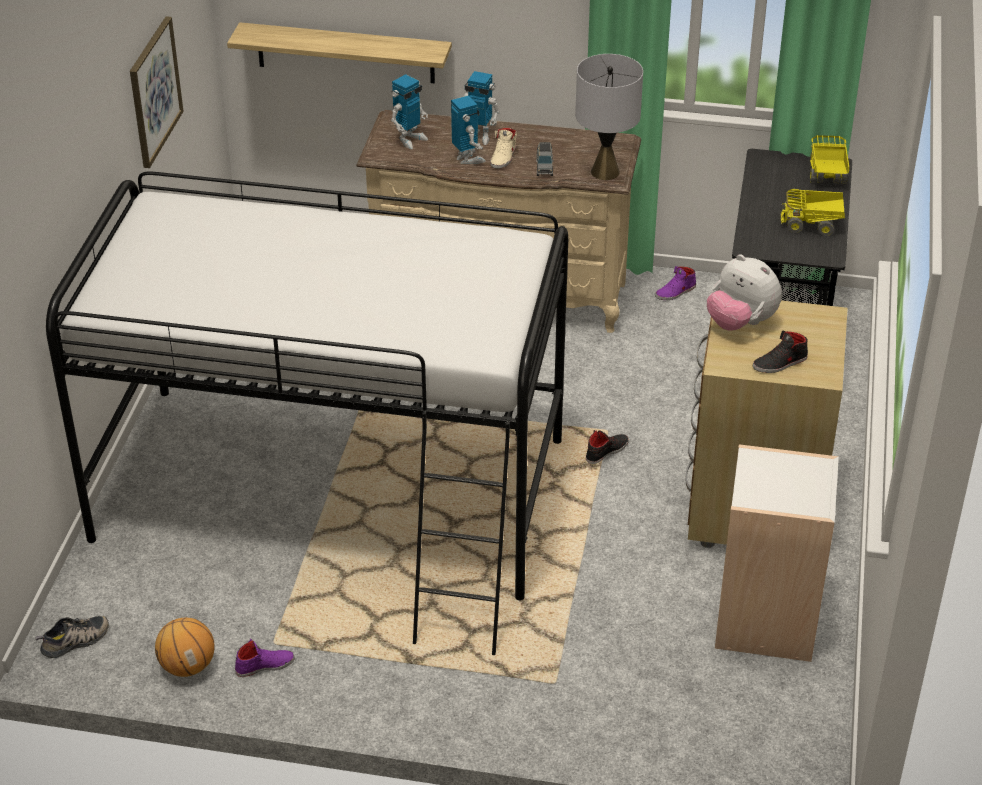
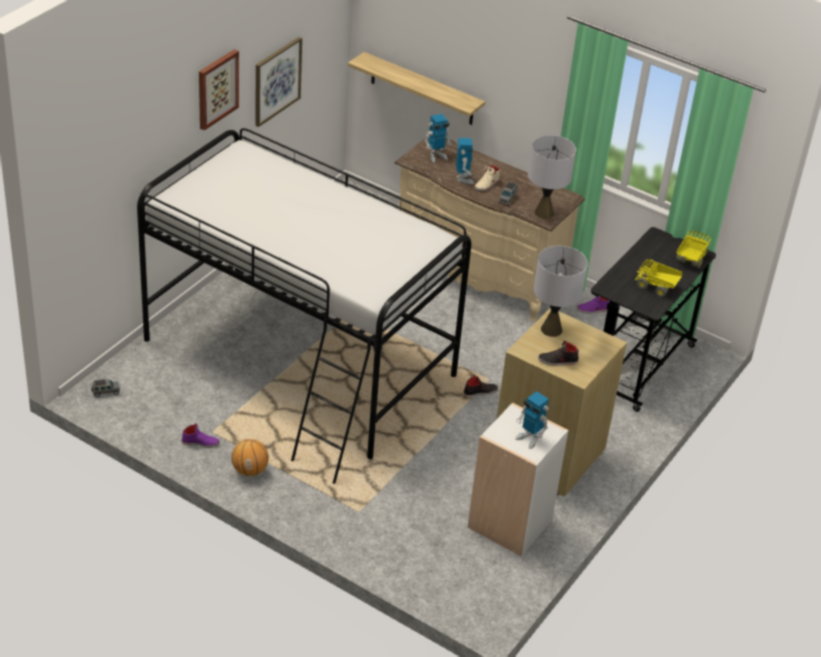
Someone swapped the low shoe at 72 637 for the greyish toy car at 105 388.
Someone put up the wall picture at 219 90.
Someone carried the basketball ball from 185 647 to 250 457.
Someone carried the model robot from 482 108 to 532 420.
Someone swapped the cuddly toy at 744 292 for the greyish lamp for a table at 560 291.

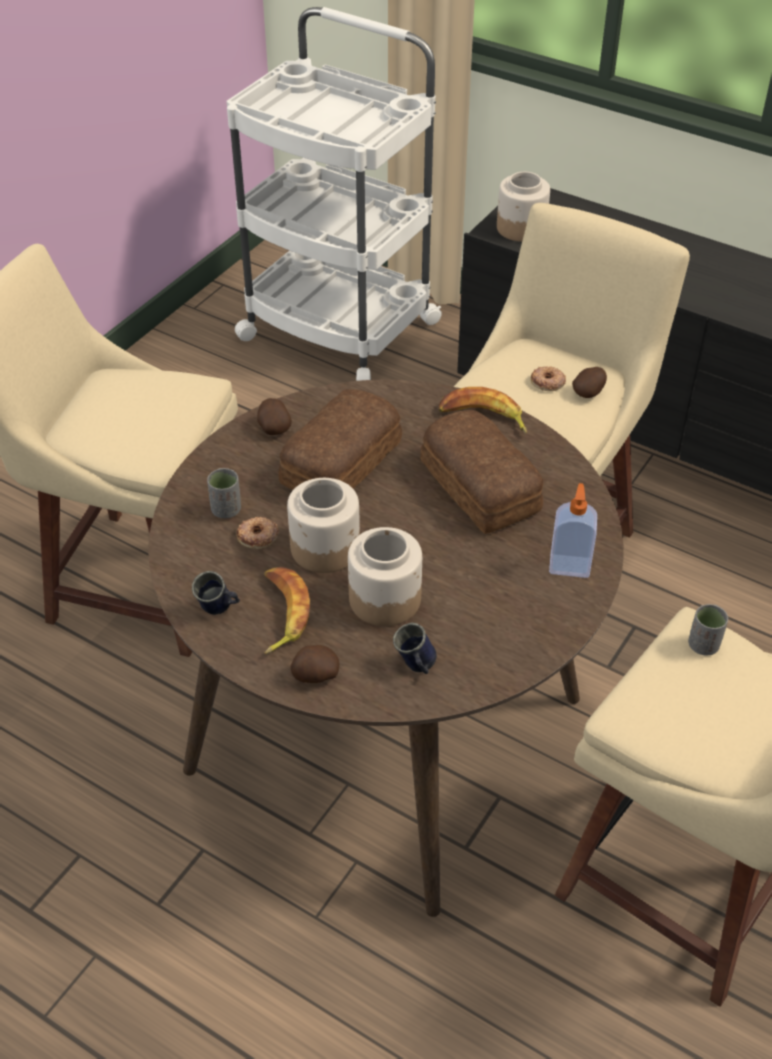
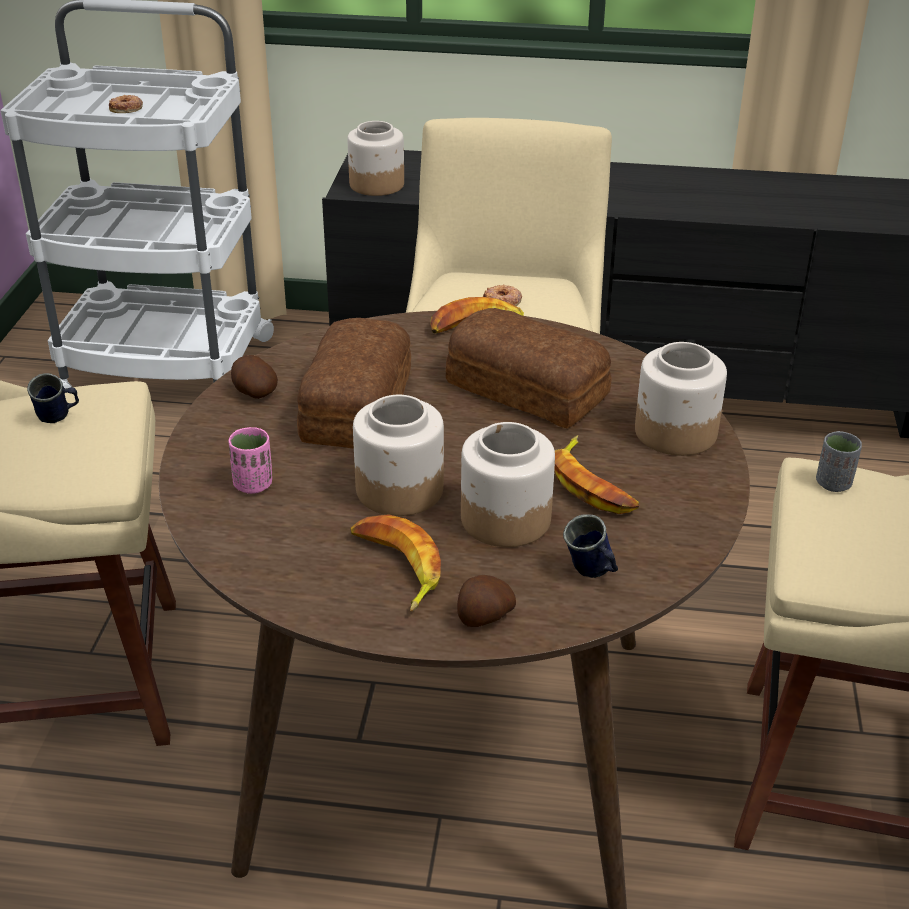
Someone carried the blue tea mug from 216 593 to 53 398.
Someone carried the donut from 258 533 to 126 104.
Someone repainted the greyish cup at 224 493, which became the pink cup at 250 460.
Someone put down the whole banana at 596 474.
Someone swapped the liquid soap bottle at 573 530 for the storage jar at 681 399.
Someone took away the potato at 589 382.

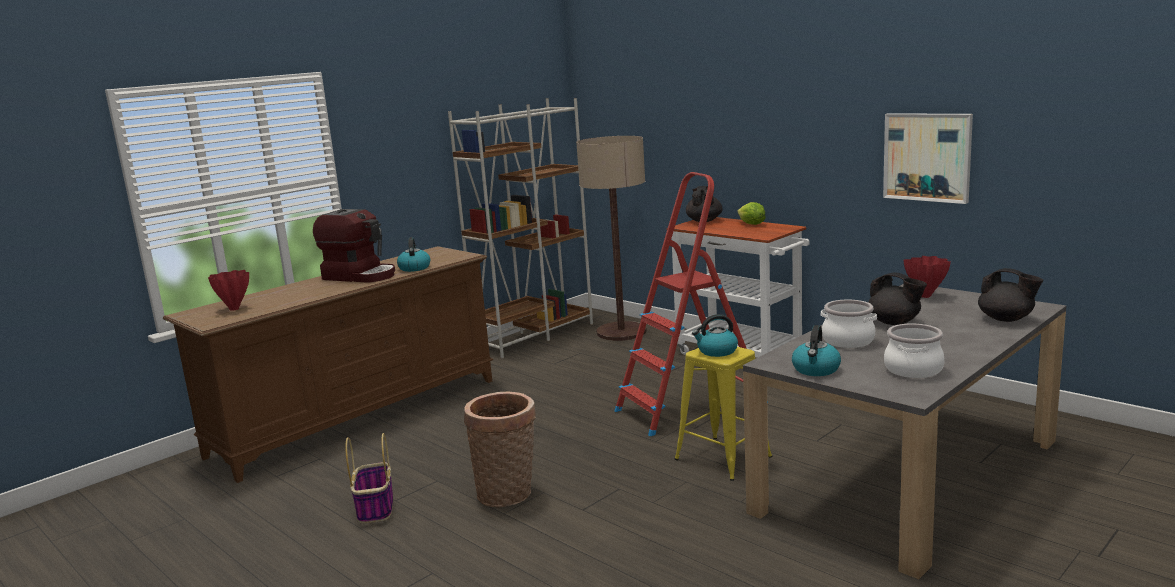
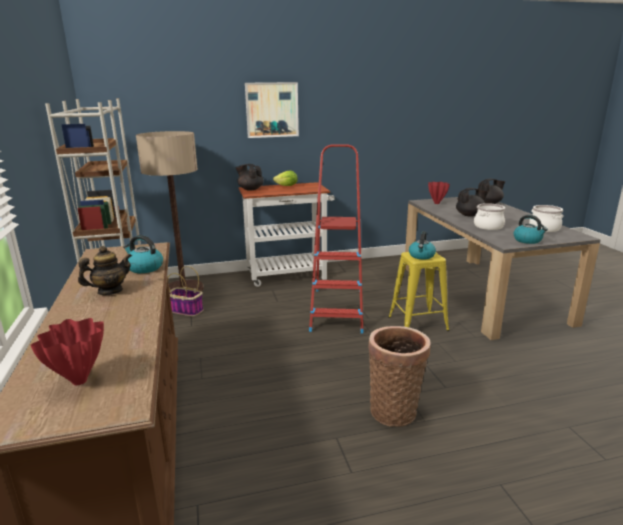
Someone swapped the coffee brewer at 354 246 for the pot for tea at 105 270.
Someone carried the basket from 369 478 to 185 291.
Someone carried the wall picture from 928 158 to 272 110.

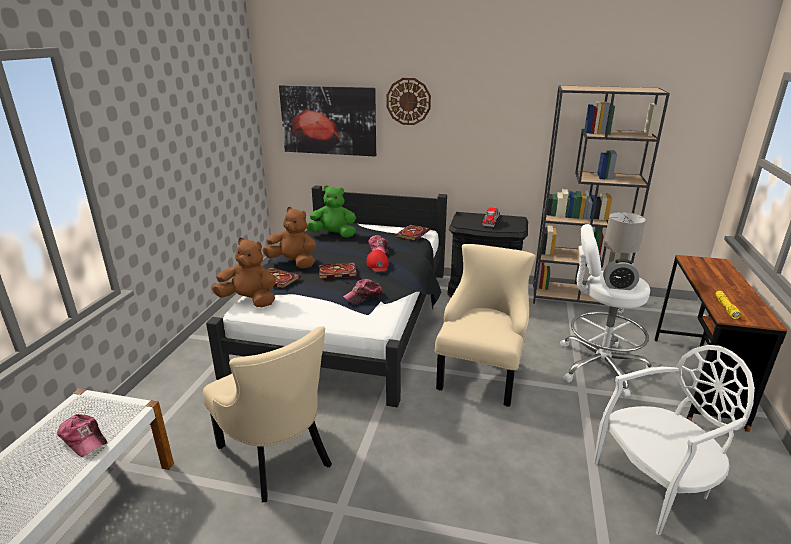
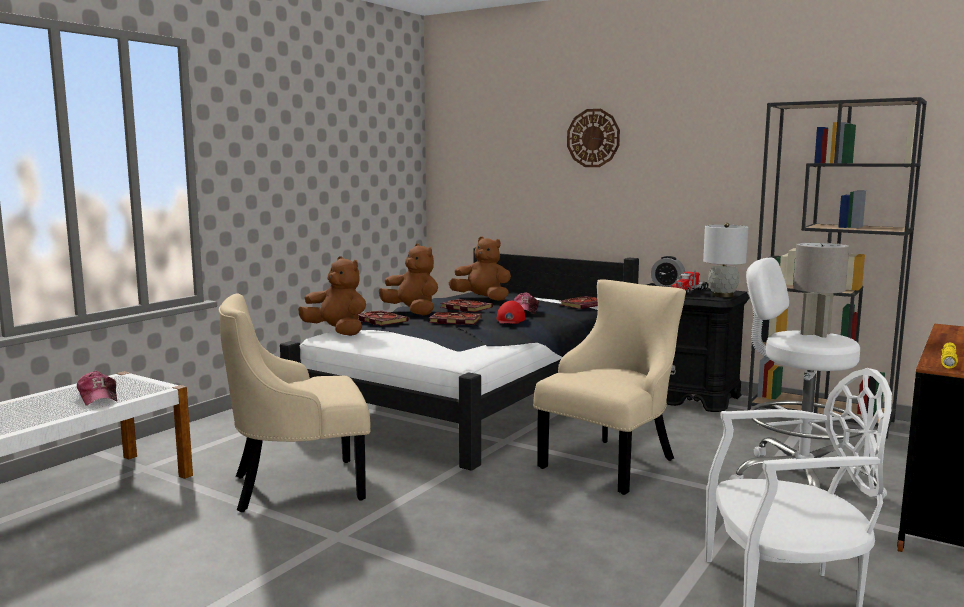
Someone rotated the beige-coloured chair at 267 414 by 90 degrees clockwise.
Someone put down the volume at 466 305.
Someone repainted the greenish cuddly toy at 331 211, which became the brownish cuddly toy at 480 268.
Someone carried the alarm clock from 621 274 to 668 271.
Someone put down the whitish lamp for a table at 726 260.
Someone took away the wall picture at 327 121.
Someone took away the peaked cap at 363 291.

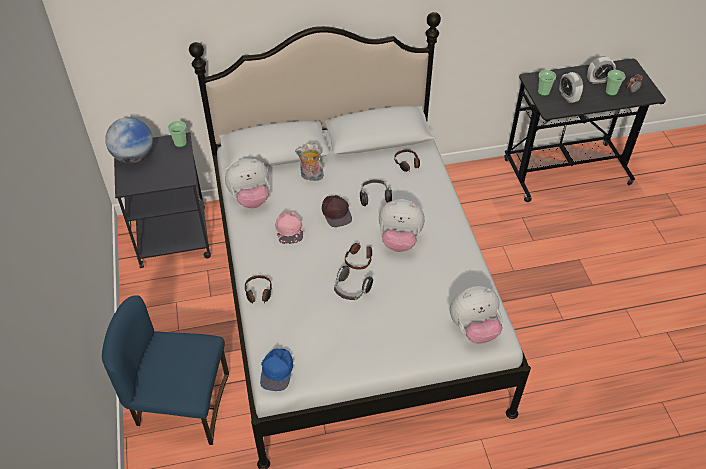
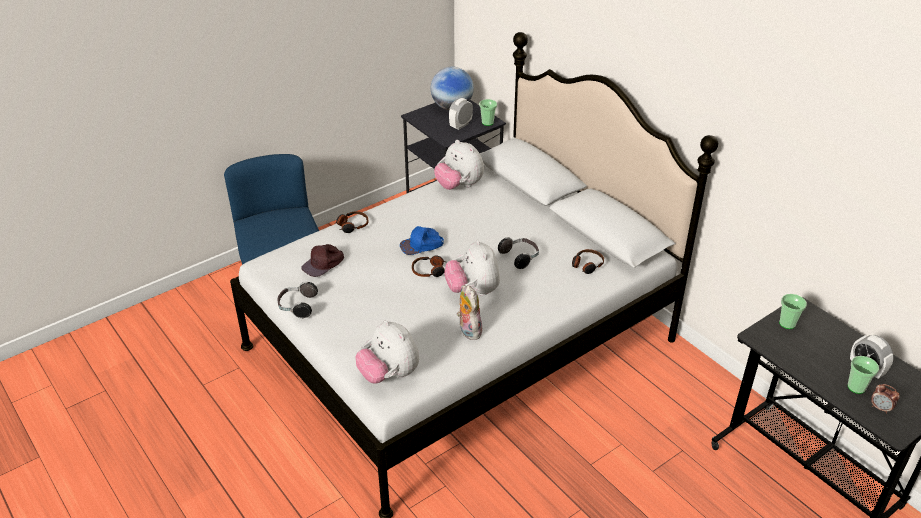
Someone carried the headset from 353 283 to 297 300.
Someone carried the brownish peaked cap from 337 211 to 322 260.
Someone carried the blue peaked cap from 276 369 to 422 240.
Someone carried the alarm clock from 571 87 to 461 114.
Someone carried the cuddly toy from 310 163 to 470 312.
Someone took away the pink peaked cap at 289 227.

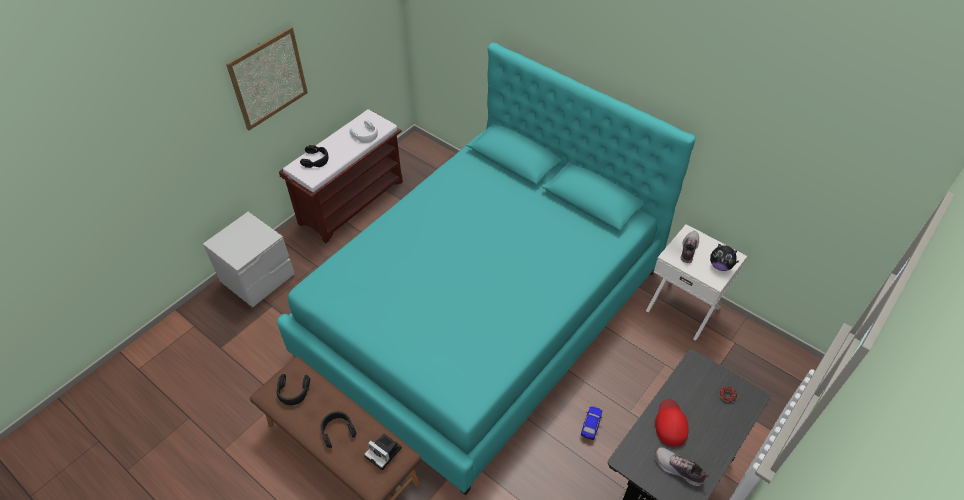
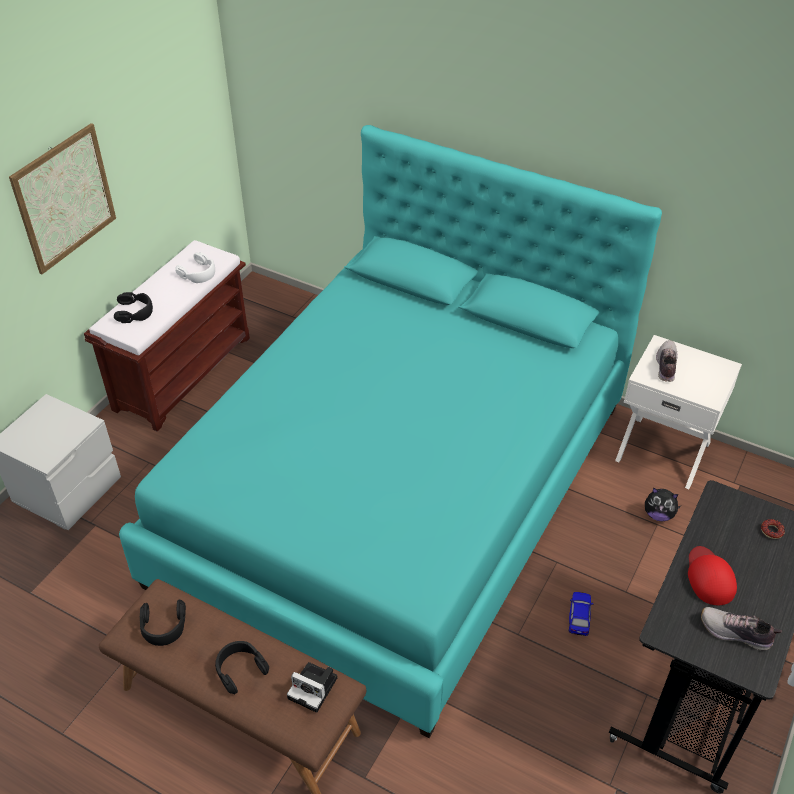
Someone carried the cuddly toy from 725 257 to 663 504.

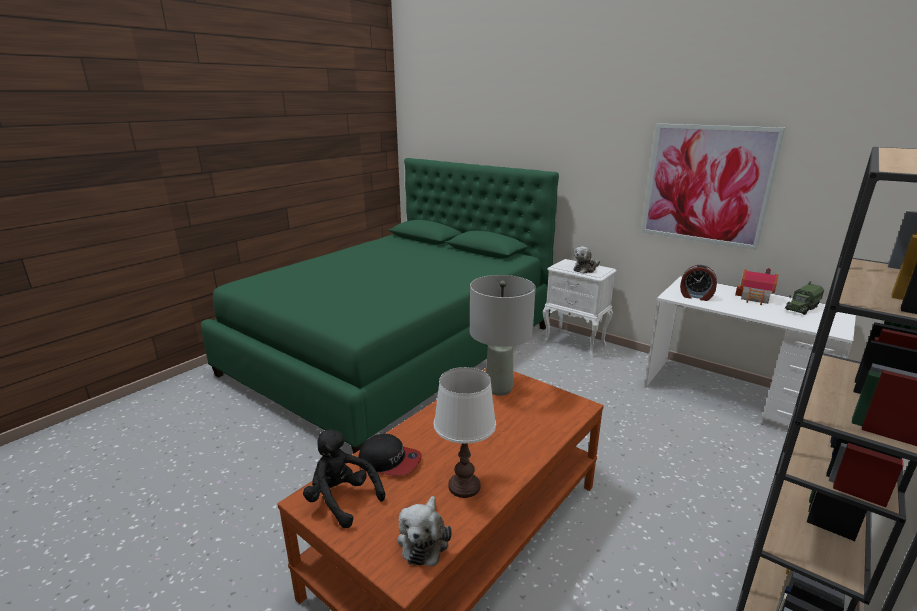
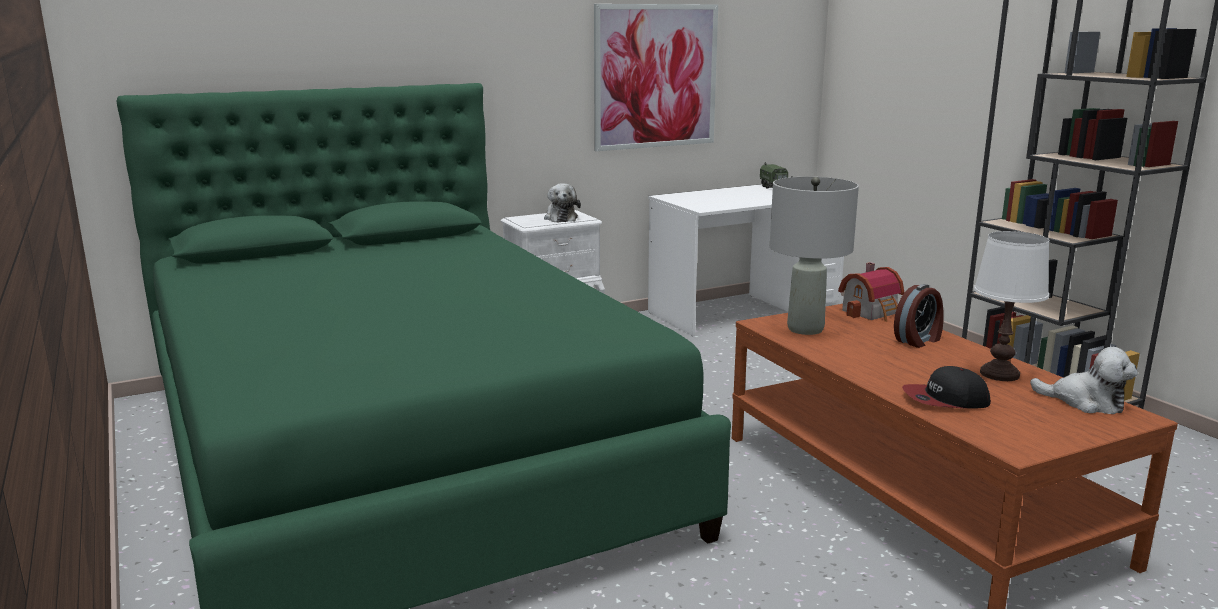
Someone carried the toy house from 757 286 to 871 292.
Someone carried the alarm clock from 698 283 to 919 316.
Someone rotated the peaked cap at 390 455 by 135 degrees counterclockwise.
Someone took away the black cuddly toy at 344 478.

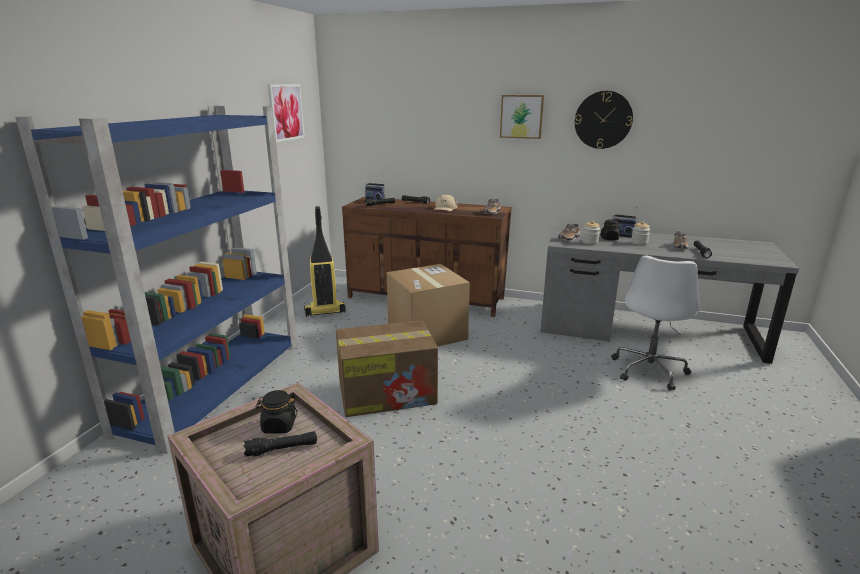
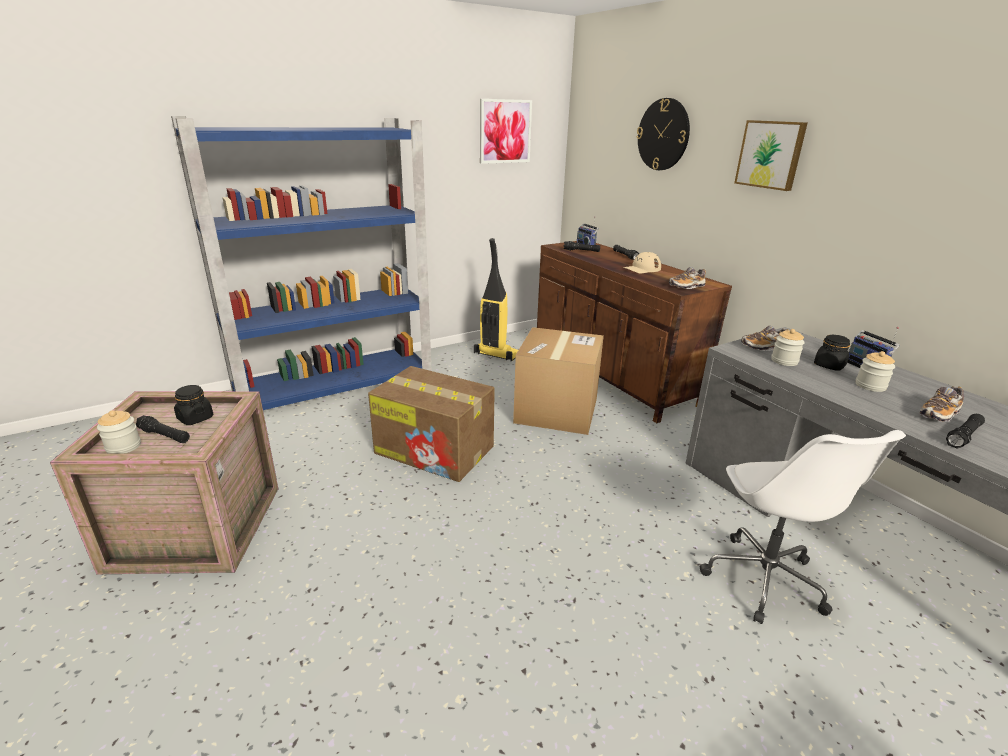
Someone put down the storage jar at 119 431.
Someone carried the clock on the wall from 604 120 to 663 134.
Someone rotated the whitish computer chair at 656 323 by 75 degrees counterclockwise.

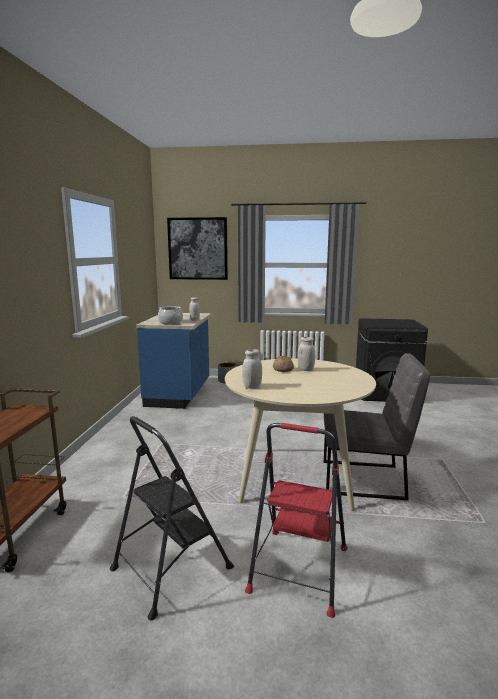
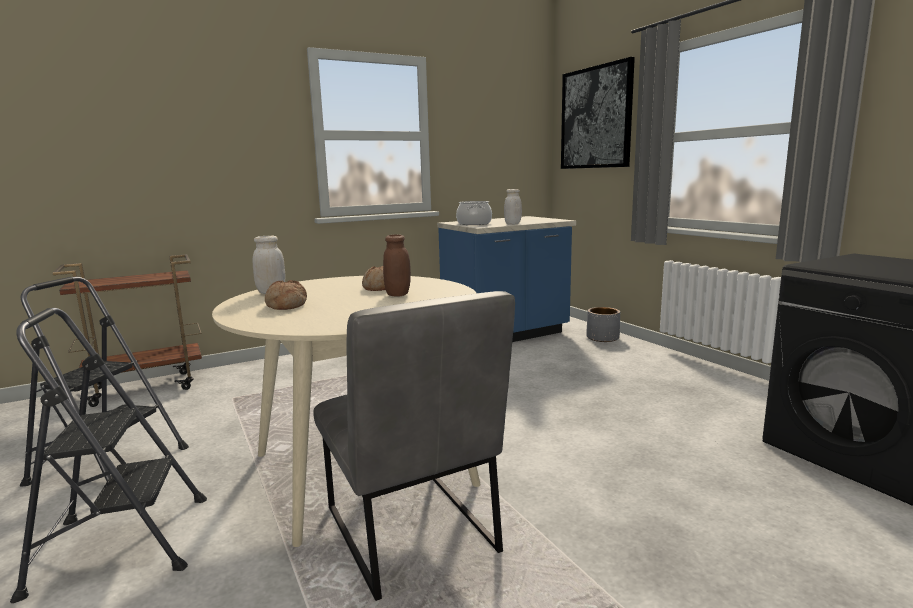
Someone repainted the red stepladder at 296 520, which became the black stepladder at 108 455.
Someone put down the baked bread at 286 295.
Someone repainted the whitish storage jar at 306 354, which became the brownish storage jar at 397 265.

